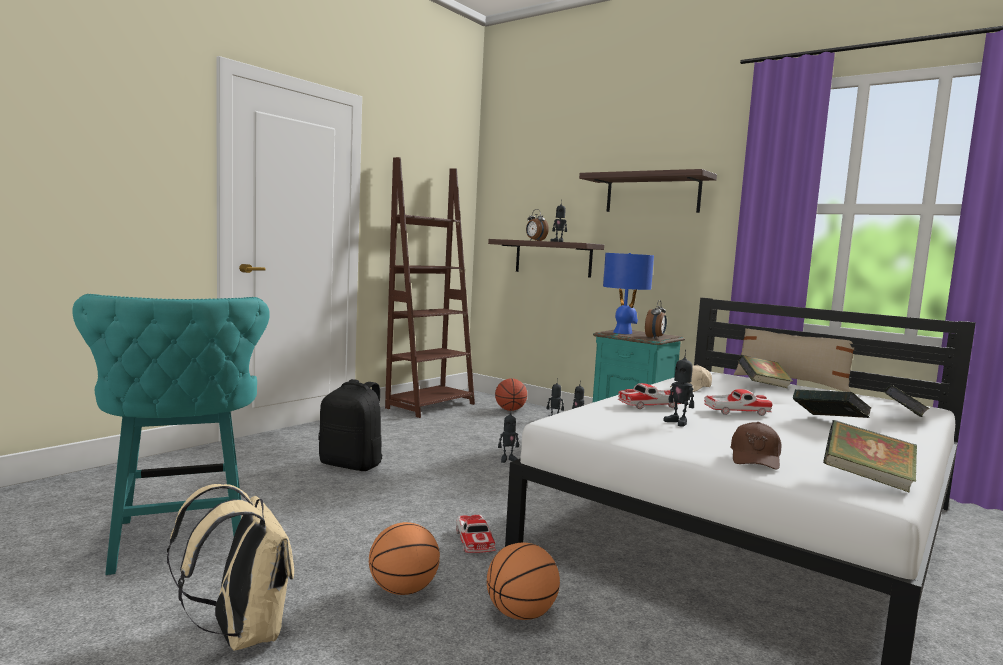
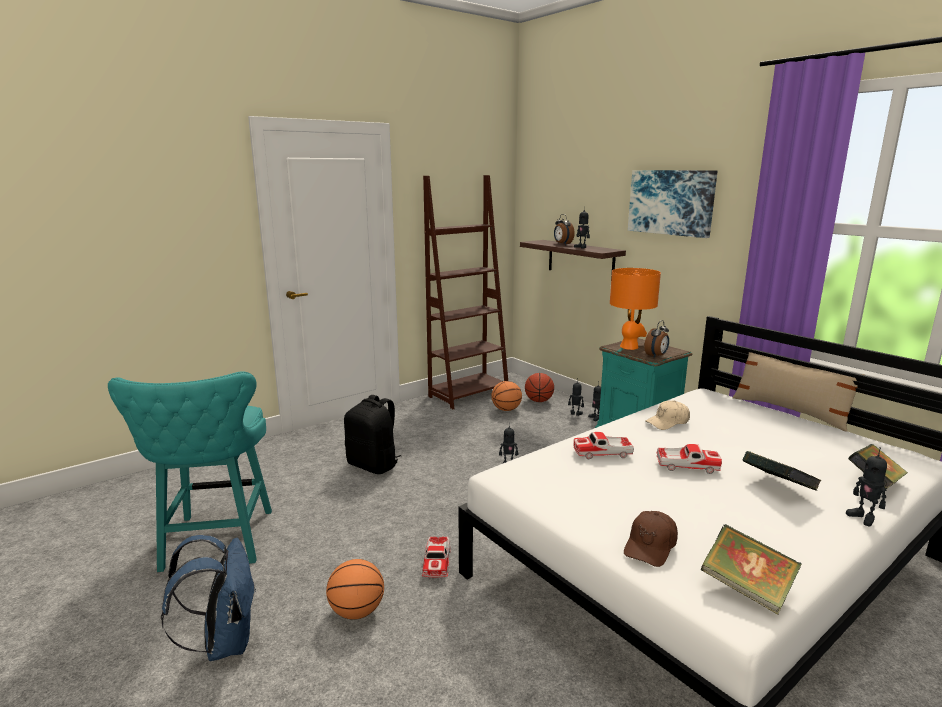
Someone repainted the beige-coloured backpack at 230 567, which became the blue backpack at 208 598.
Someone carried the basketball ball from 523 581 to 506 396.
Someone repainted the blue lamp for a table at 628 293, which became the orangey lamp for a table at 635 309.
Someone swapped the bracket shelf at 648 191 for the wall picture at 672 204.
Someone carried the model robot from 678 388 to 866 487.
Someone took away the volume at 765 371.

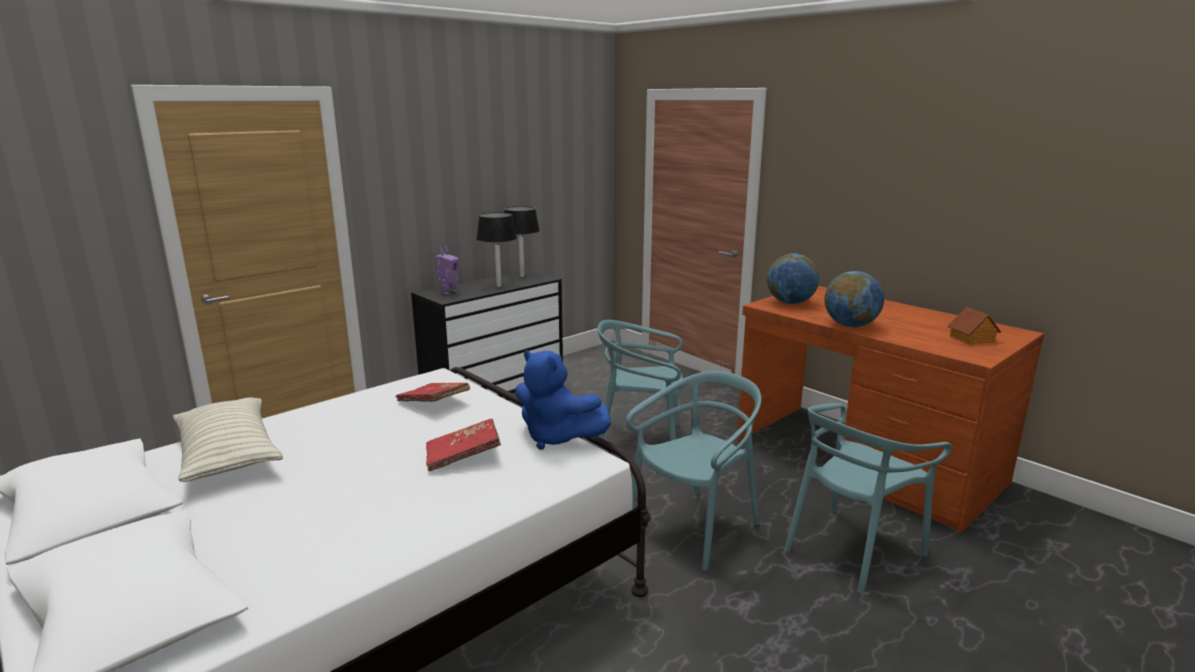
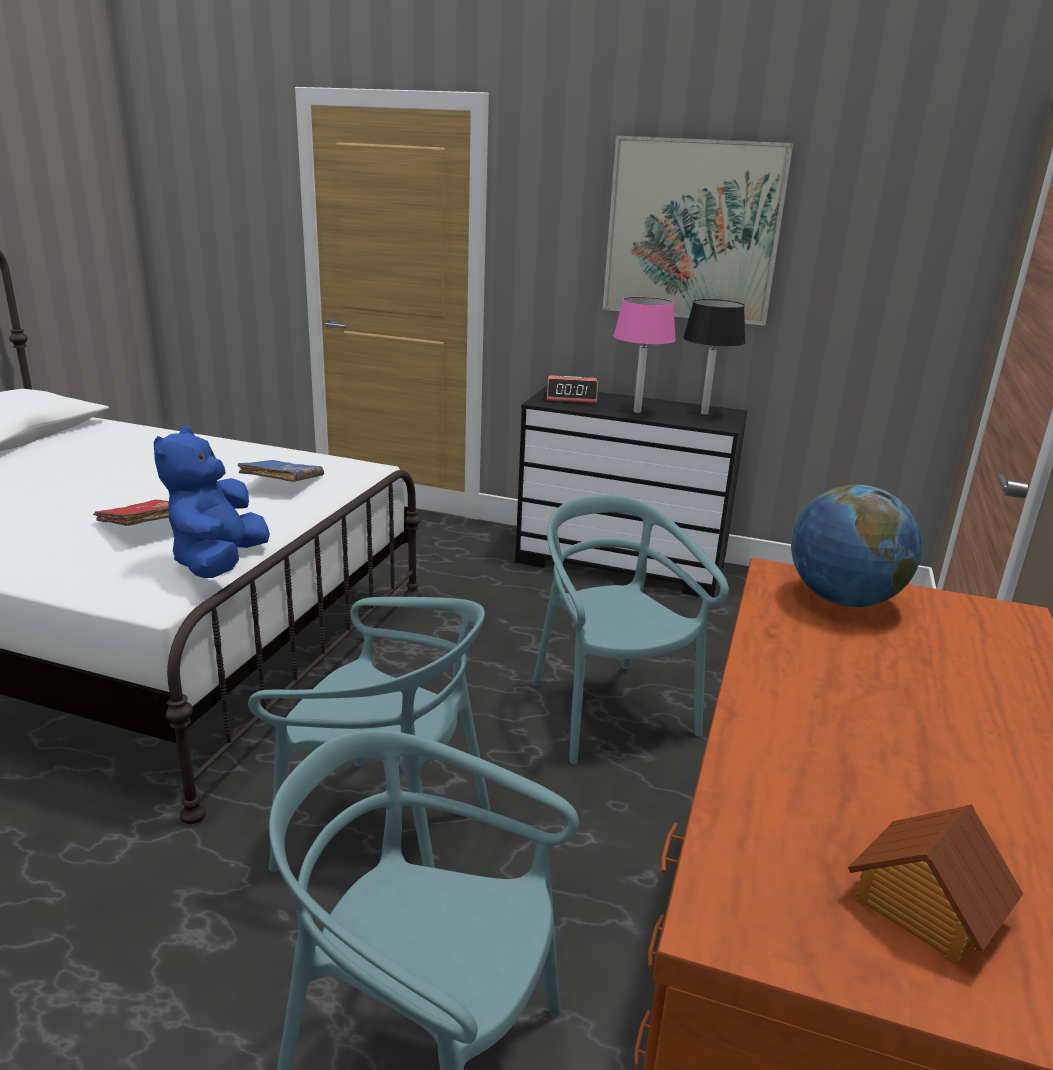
Someone repainted the red volume at 432 392, which became the blue volume at 281 471.
Someone swapped the model robot at 446 270 for the alarm clock at 572 389.
Someone put up the wall picture at 697 231.
Someone repainted the black lamp for a table at 496 249, which became the pink lamp for a table at 645 355.
Someone took away the cushion at 228 439.
Someone took away the desk globe at 854 299.

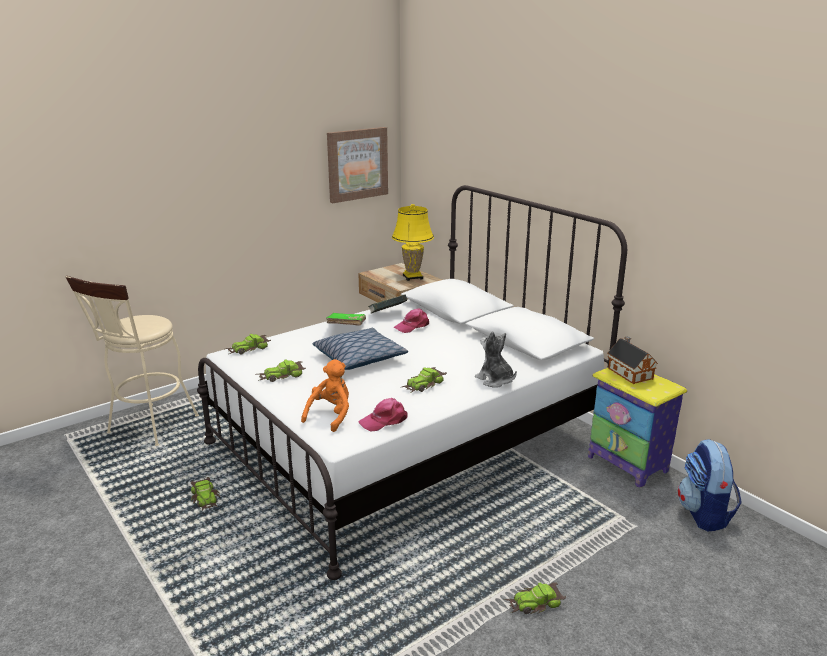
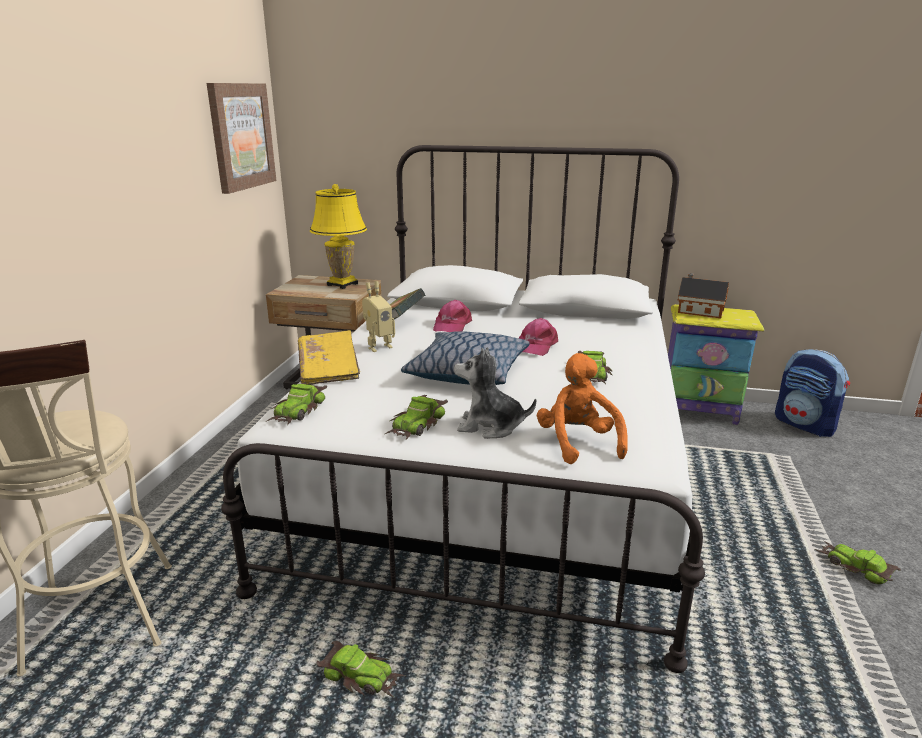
Someone put down the yellow-coloured volume at 329 357.
Someone swapped the greenish volume at 346 319 for the model robot at 378 316.
Someone carried the cuddly toy from 496 359 to 495 393.
Someone carried the pink peaked cap from 383 415 to 538 337.
Someone rotated the toy car at 535 598 by 105 degrees clockwise.

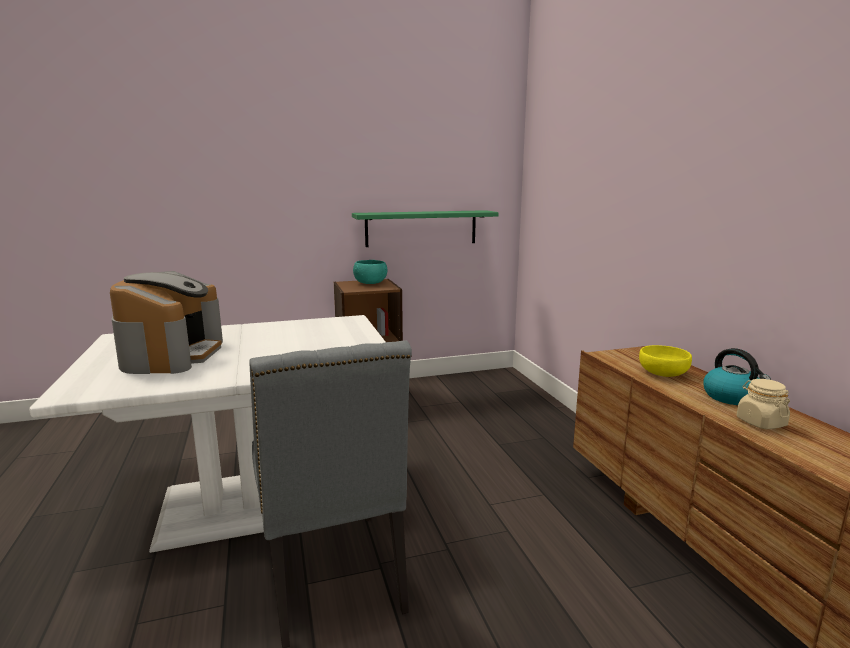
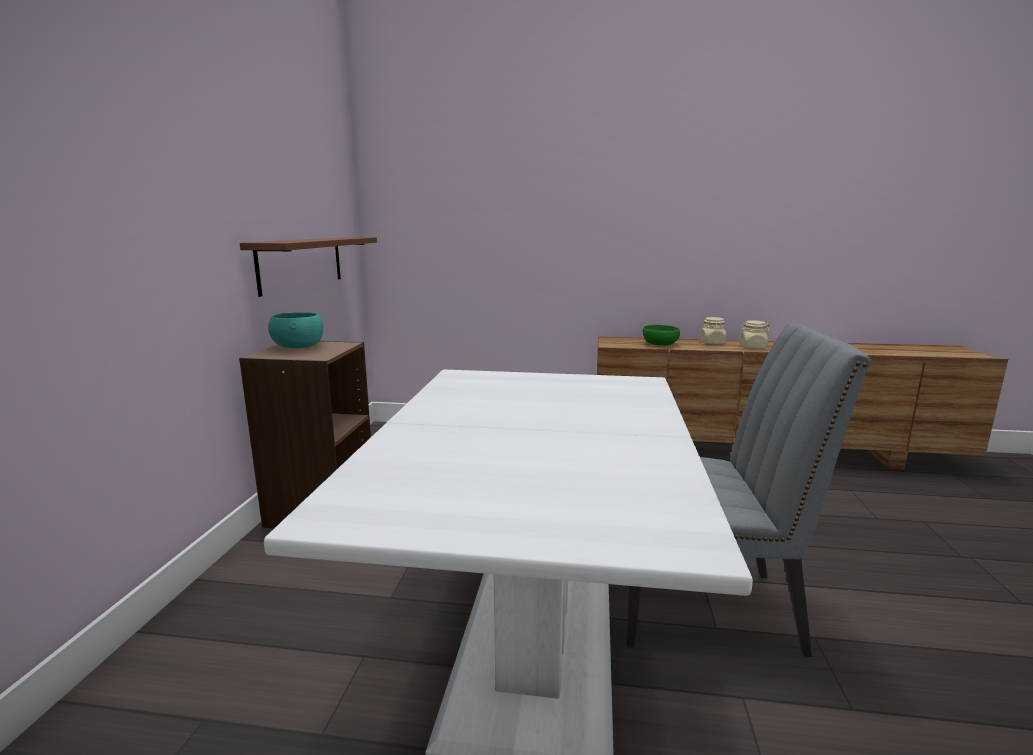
Someone repainted the greenish bracket shelf at 425 228, which became the brownish bracket shelf at 308 267.
Someone repainted the yellow-coloured bowl at 665 361, which became the greenish bowl at 661 335.
Someone swapped the kettle at 737 376 for the beige-coloured storage jar at 713 331.
Someone took away the coffee brewer at 166 322.

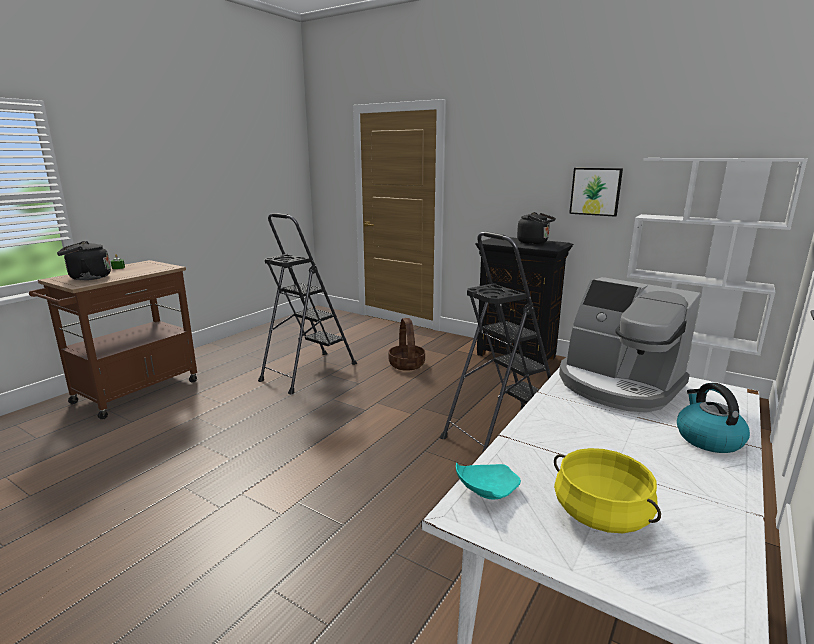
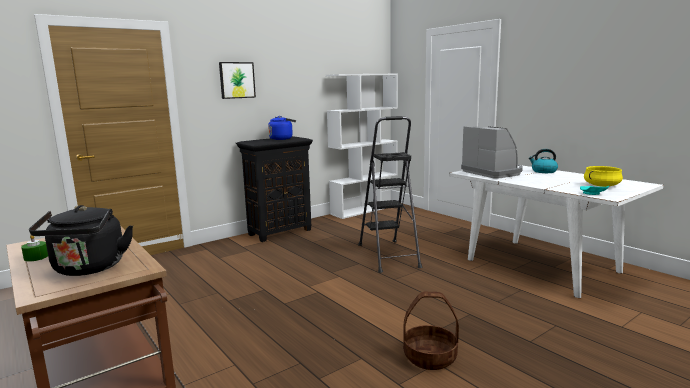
Someone carried the wall picture from 596 192 to 237 80.
Someone repainted the black kettle at 536 228, which became the blue kettle at 282 128.
Someone carried the basket from 406 344 to 431 331.
Someone rotated the coffee brewer at 630 345 by 90 degrees counterclockwise.
Someone took away the stepladder at 307 303.

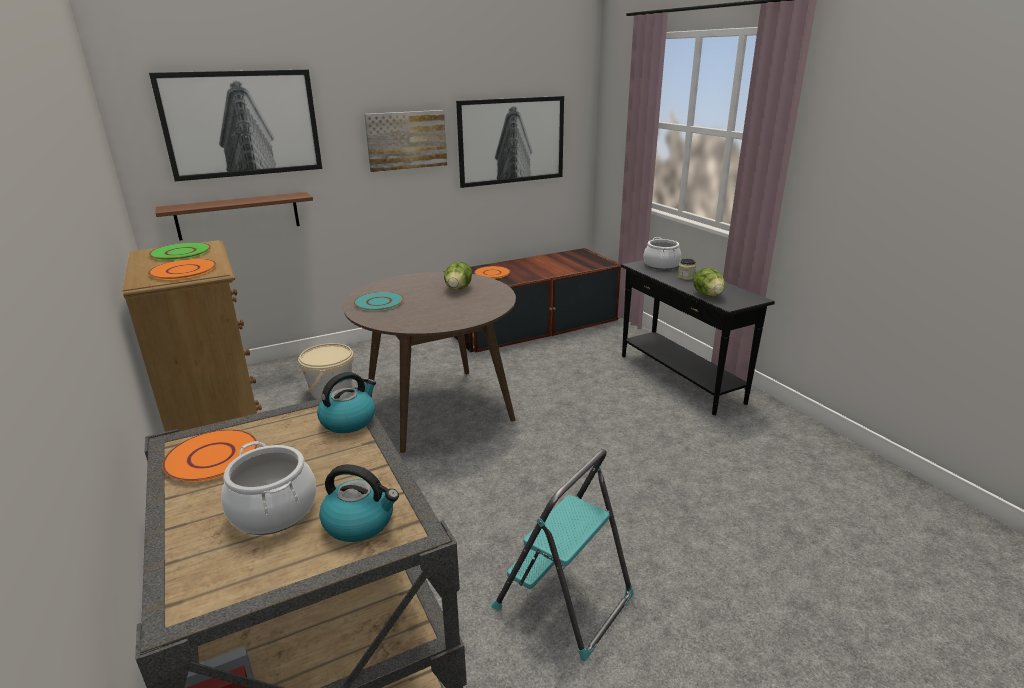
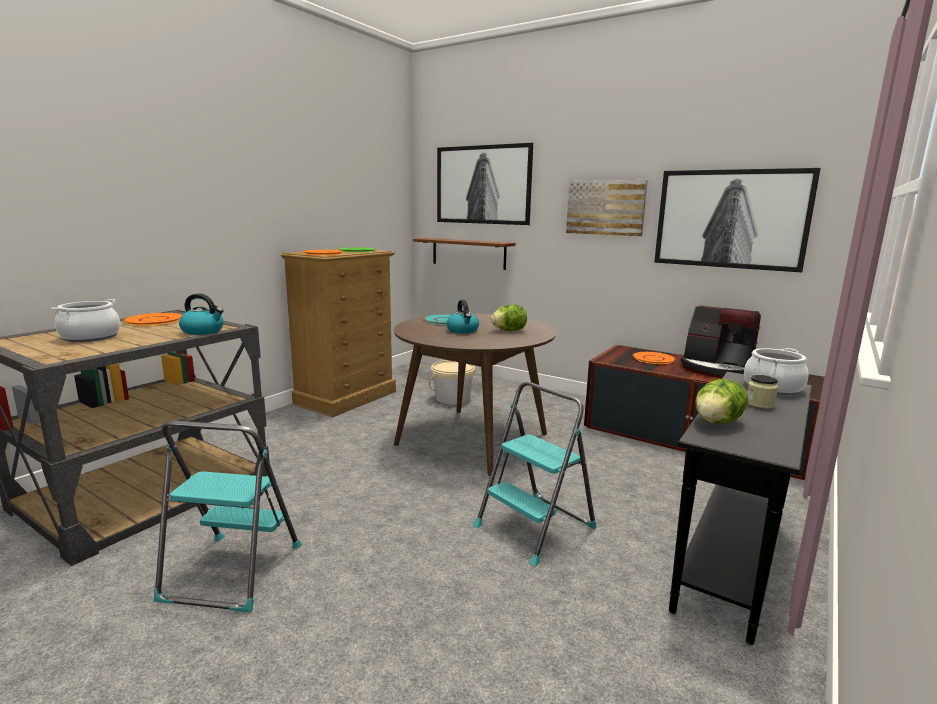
Someone carried the kettle from 359 503 to 462 317.
Someone put down the turquoise stepladder at 534 474.
Someone put down the coffee brewer at 721 341.

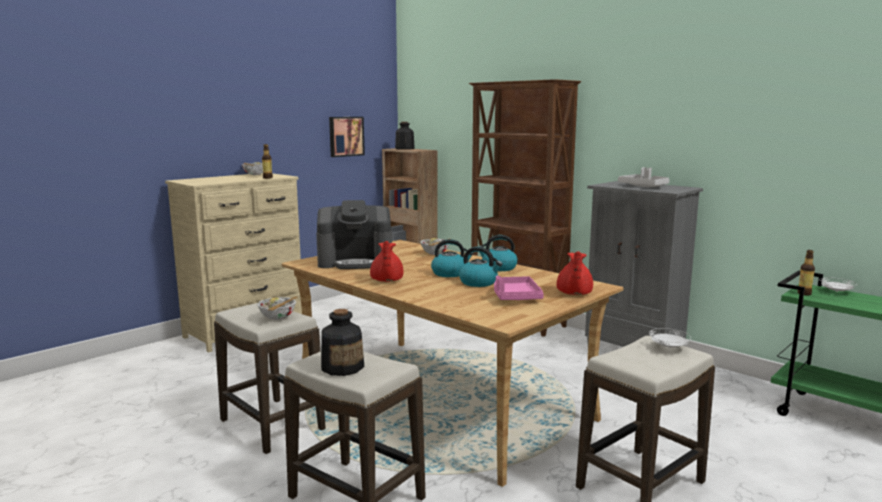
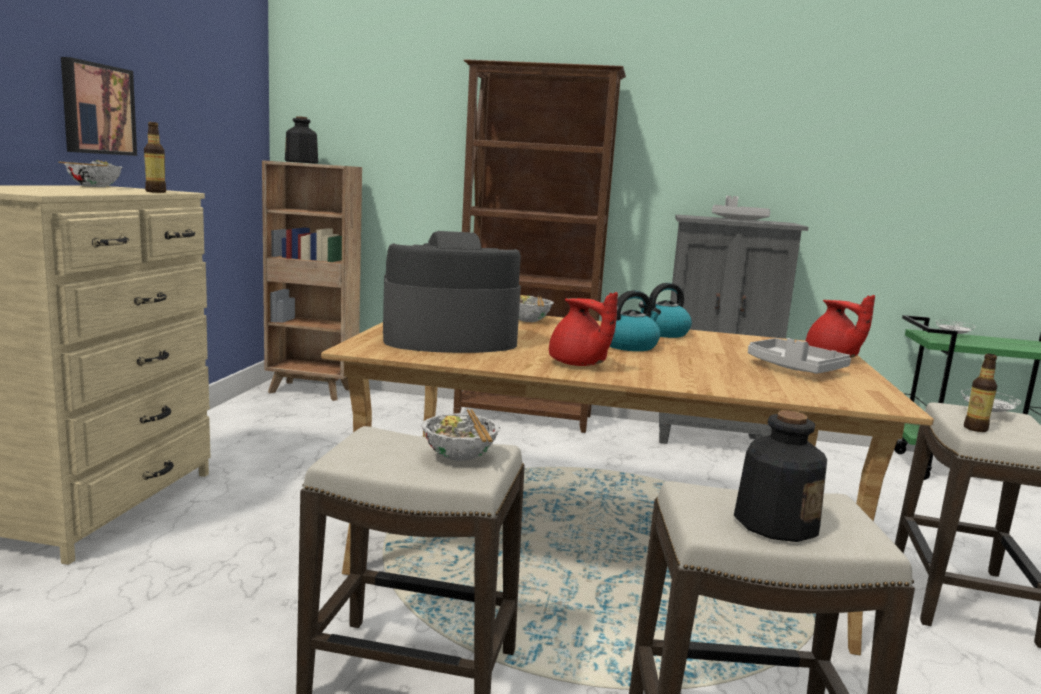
Someone carried the wall picture from 347 137 to 99 106.
Someone rotated the coffee brewer at 354 234 by 150 degrees counterclockwise.
Someone repainted the pink tray at 519 288, which became the greyish tray at 799 356.
Someone carried the beverage bottle from 806 272 to 980 393.
Someone took away the kettle at 481 267.

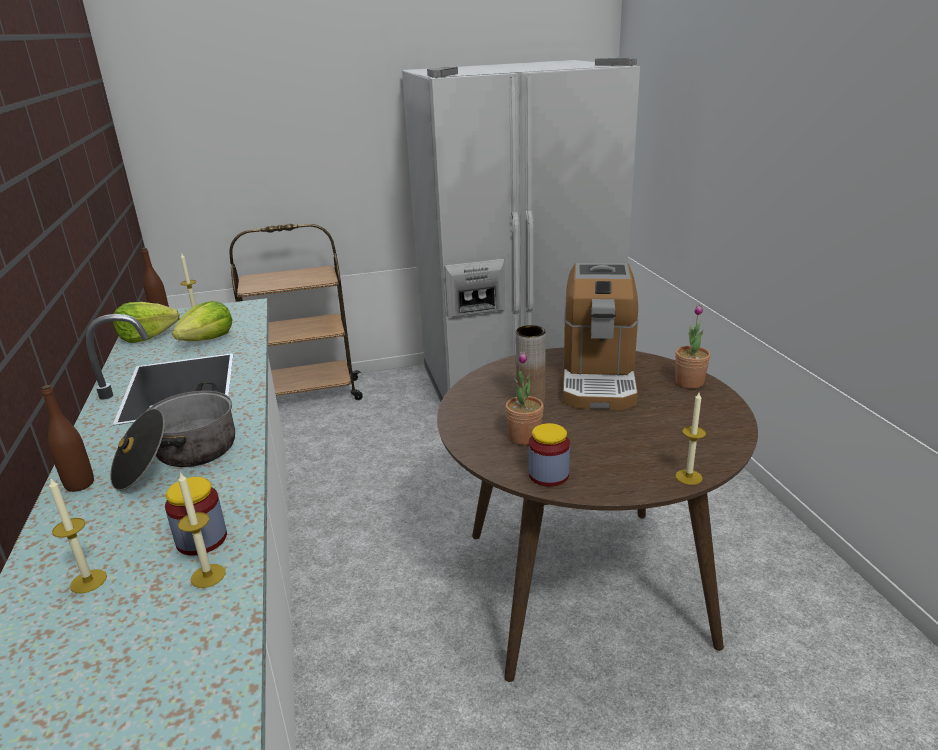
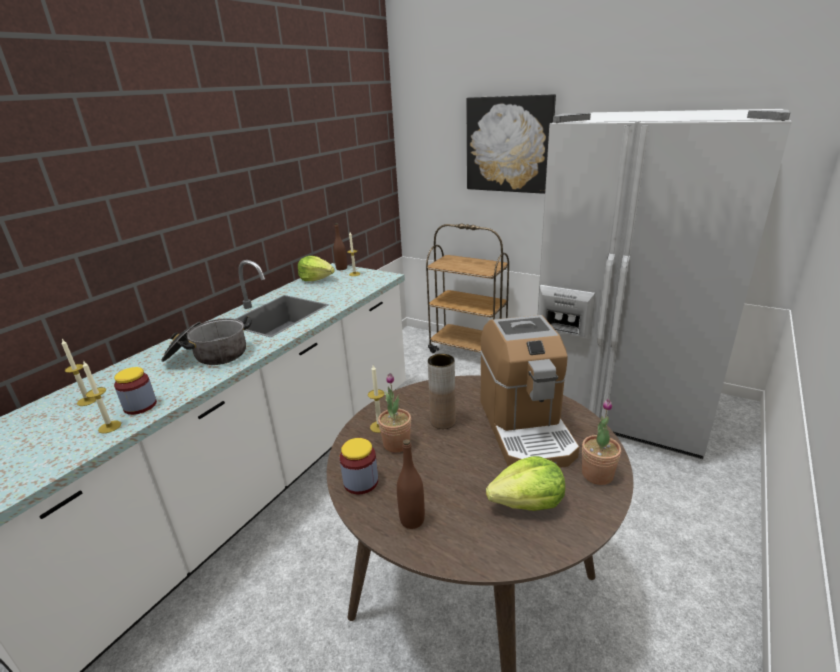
Someone carried the wax light from 690 438 to 376 399.
Someone carried the brownish beverage bottle from 68 438 to 411 484.
Someone put up the wall picture at 511 144.
Someone rotated the coffee brewer at 601 336 by 60 degrees counterclockwise.
Someone carried the lettuce from 202 321 to 525 483.

